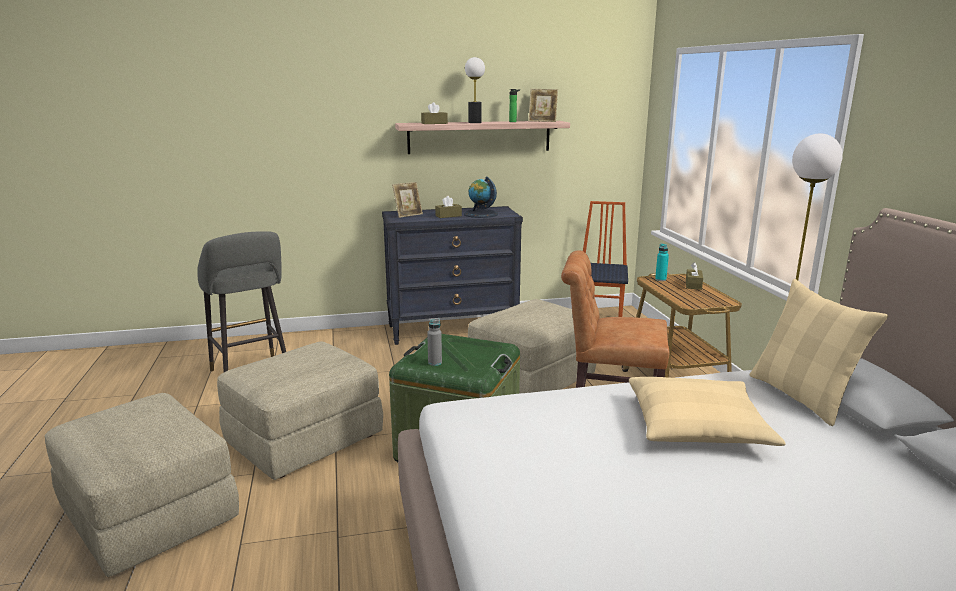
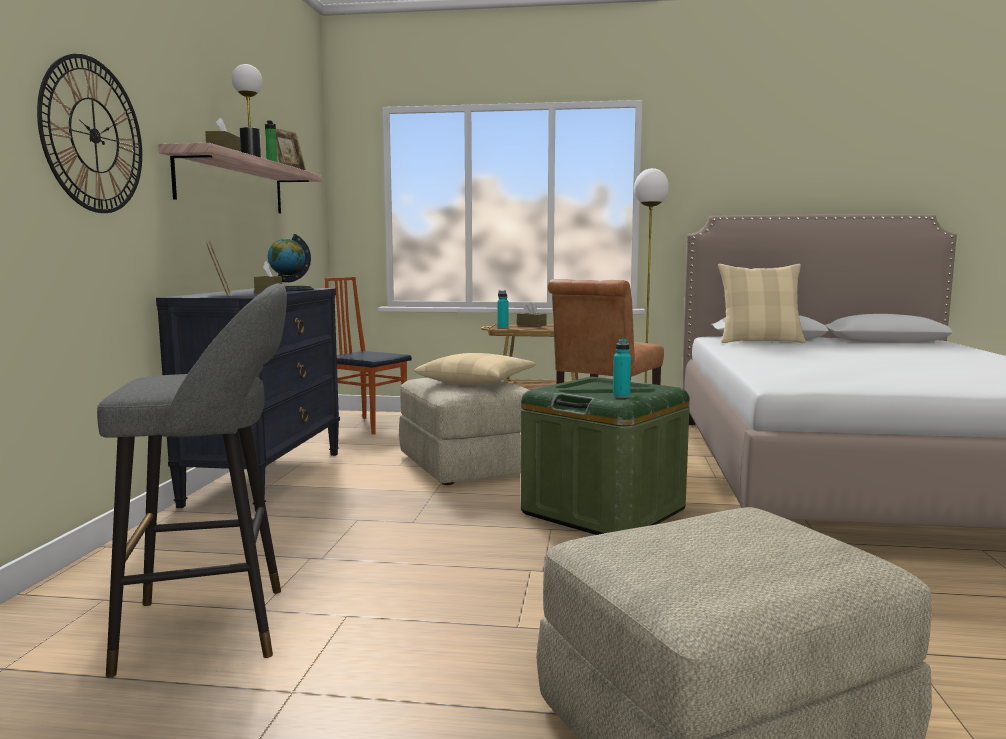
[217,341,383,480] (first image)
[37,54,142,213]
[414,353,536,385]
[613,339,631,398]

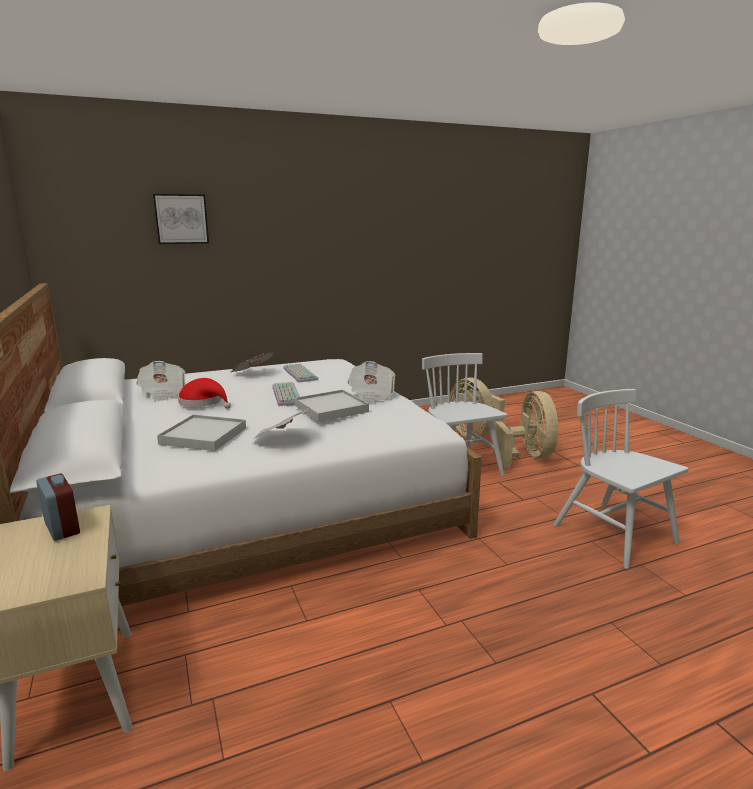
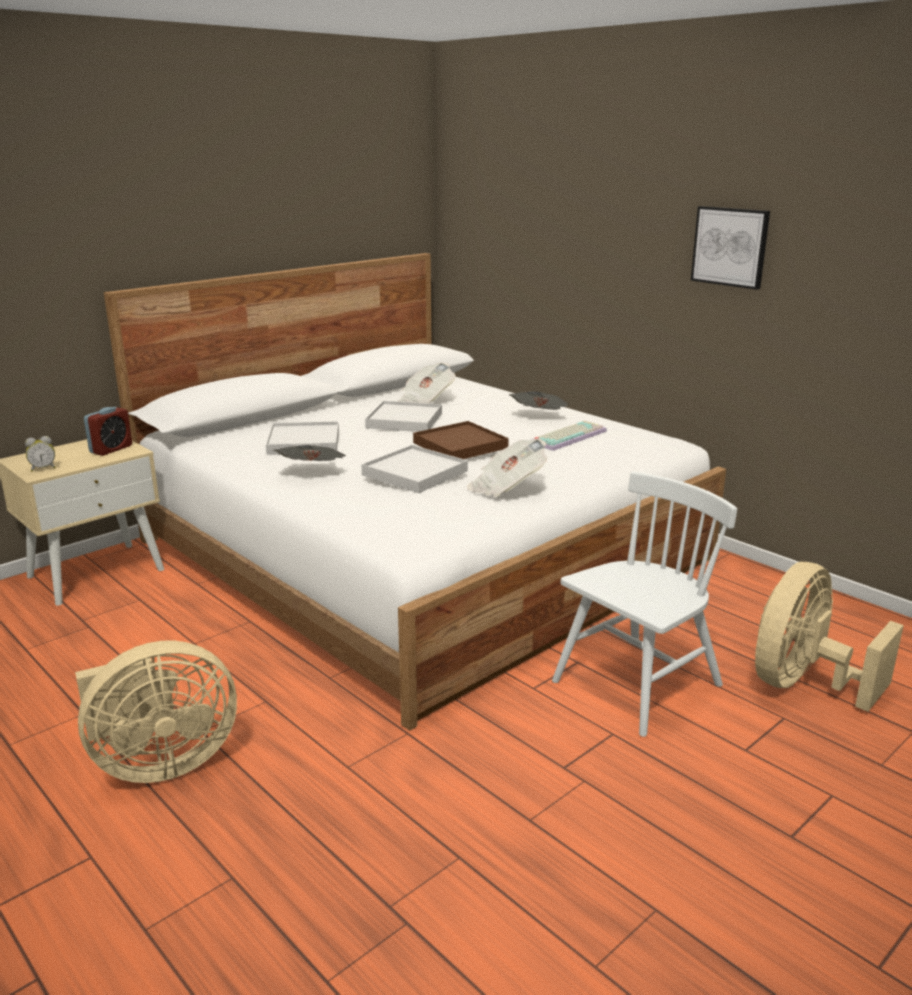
[553,389,689,569] (first image)
[25,436,56,471]
[691,206,770,290]
[75,641,237,783]
[365,401,442,432]
[413,421,509,459]

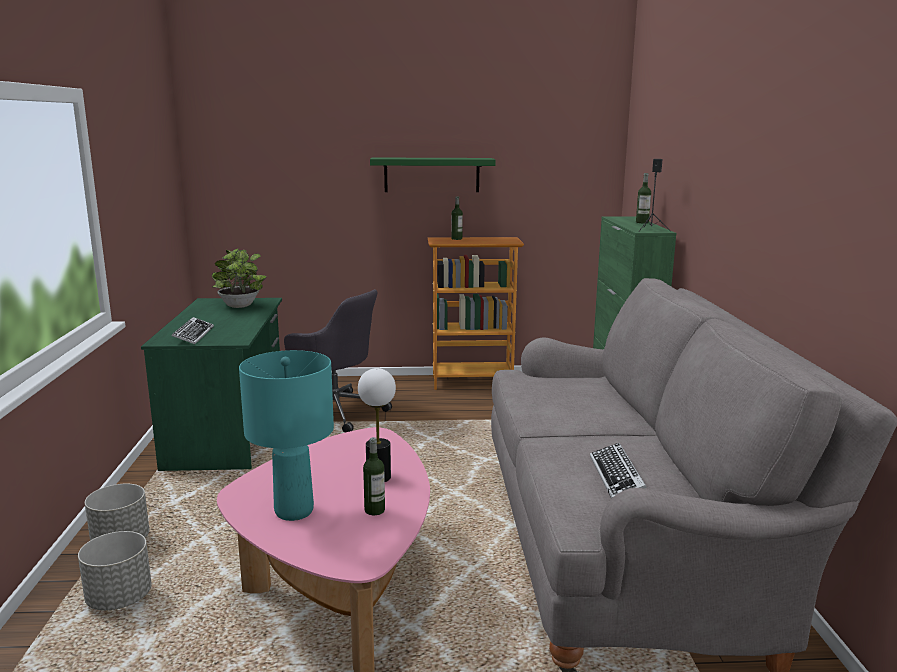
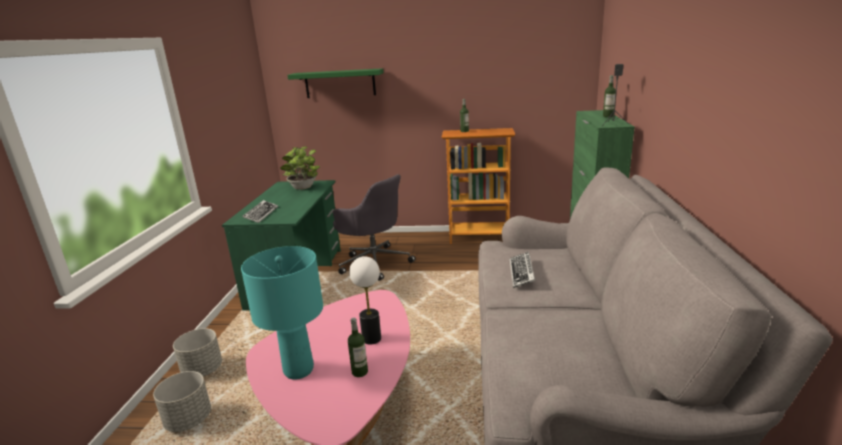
[287,68,384,98]
[510,252,535,288]

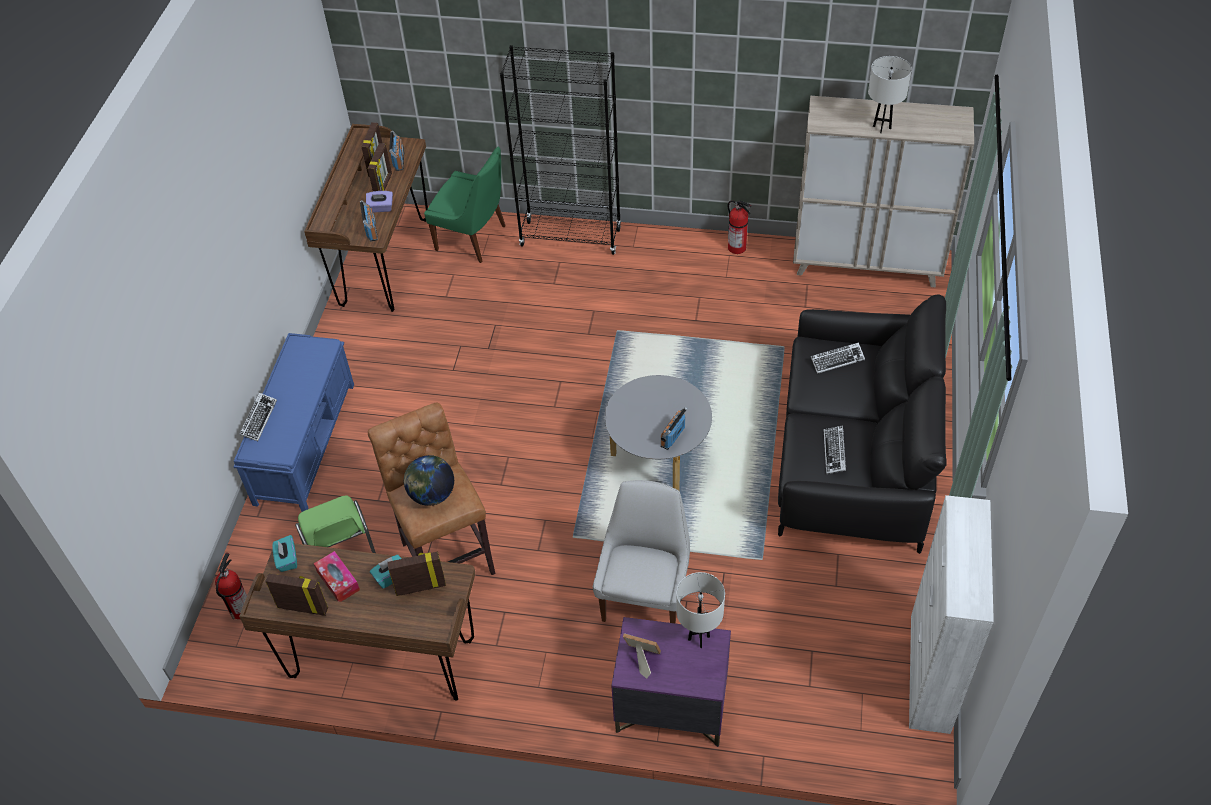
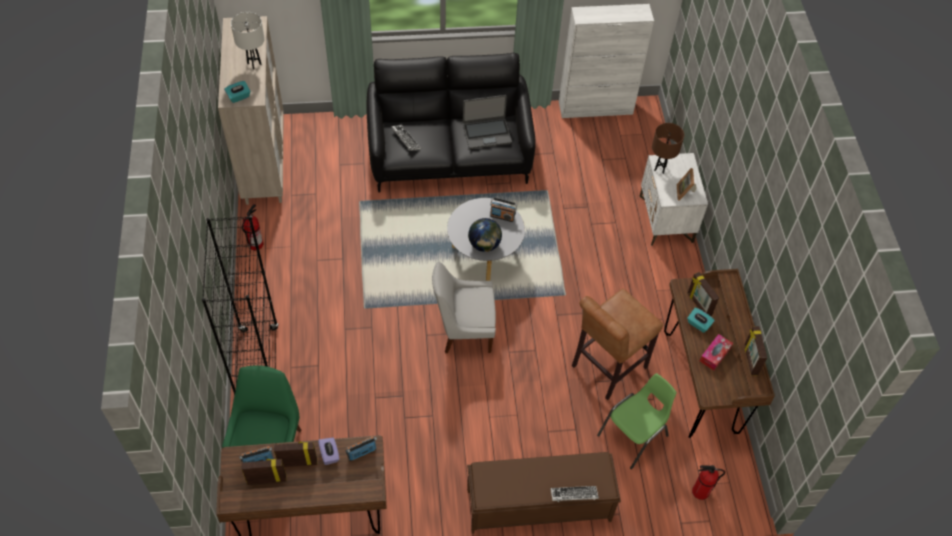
[224,81,250,103]
[468,218,502,252]
[432,261,496,353]
[463,95,512,149]
[467,452,621,534]
[639,153,708,246]
[652,123,684,174]

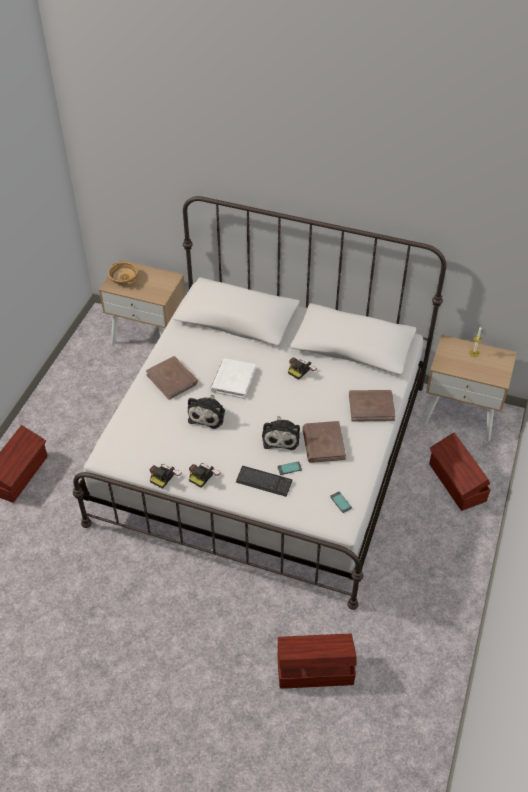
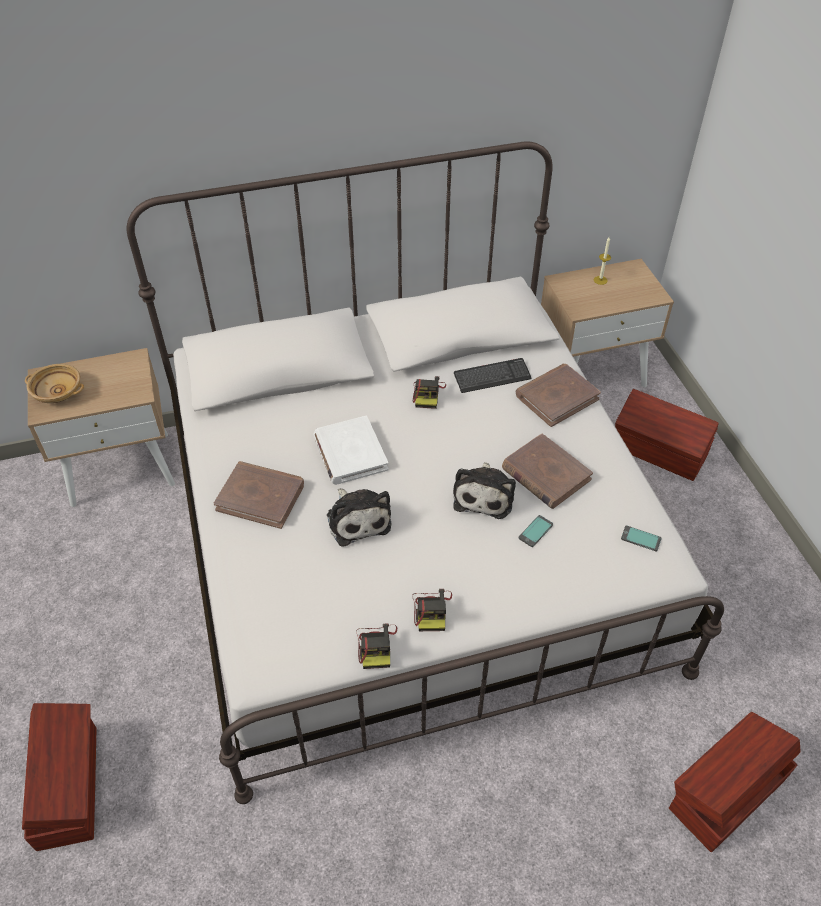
[454,358,532,393]
[453,462,516,519]

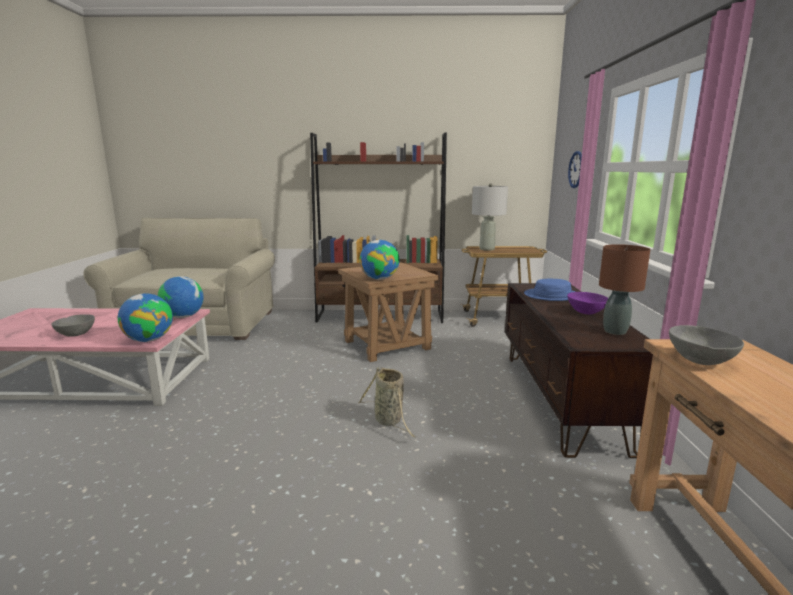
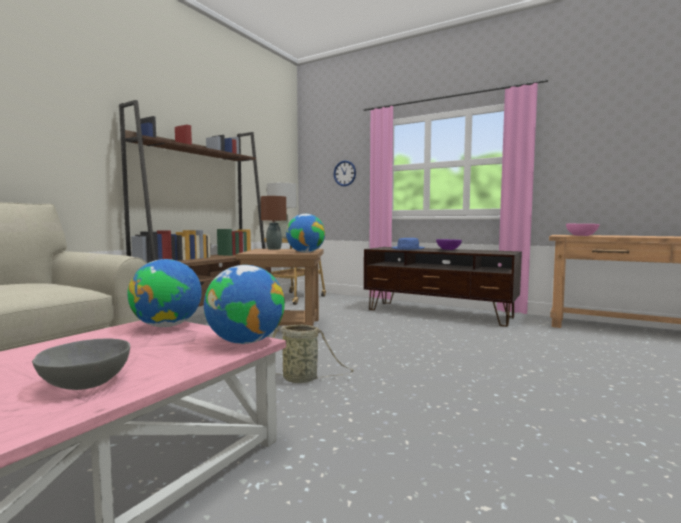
[272,324,354,383]
[261,196,287,250]
[566,224,600,236]

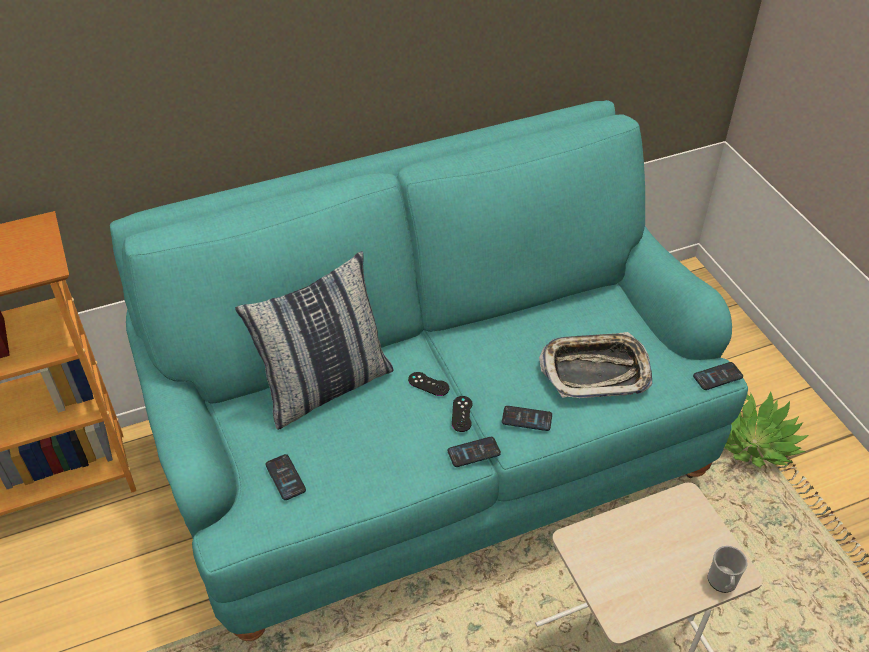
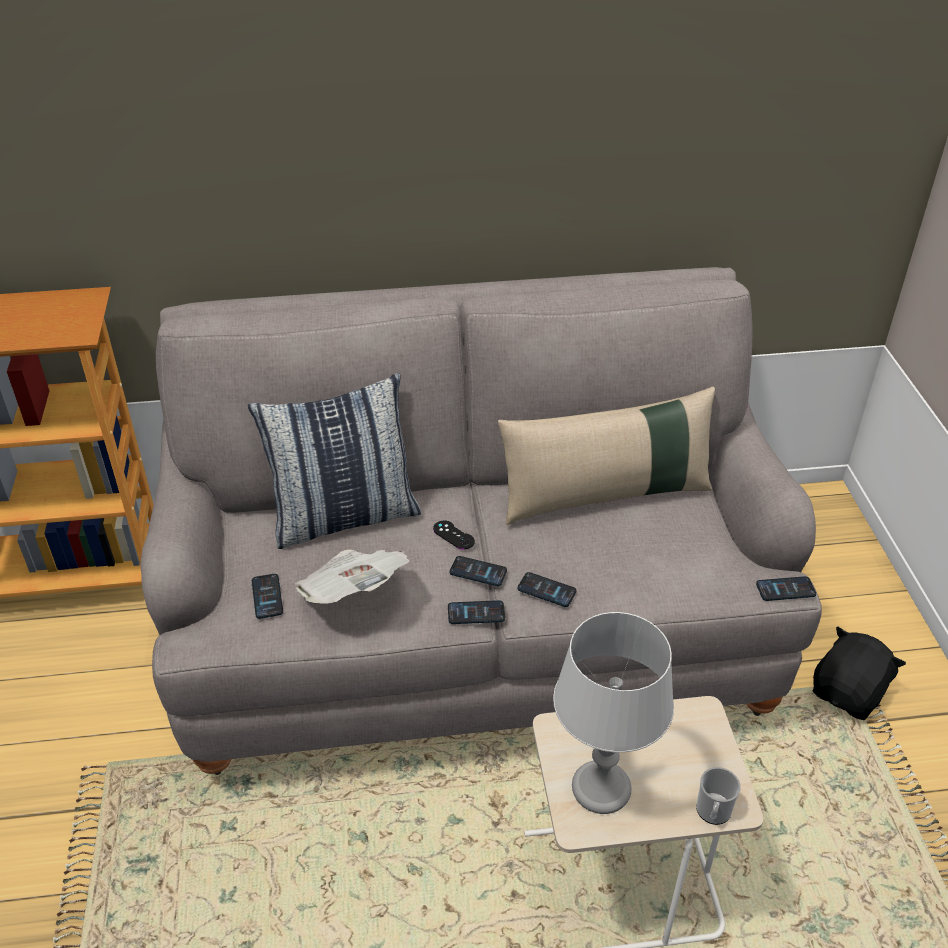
[539,332,652,398] (first image)
[295,549,410,604]
[498,387,715,525]
[553,612,674,814]
[450,556,507,586]
[812,627,906,720]
[141,267,822,775]

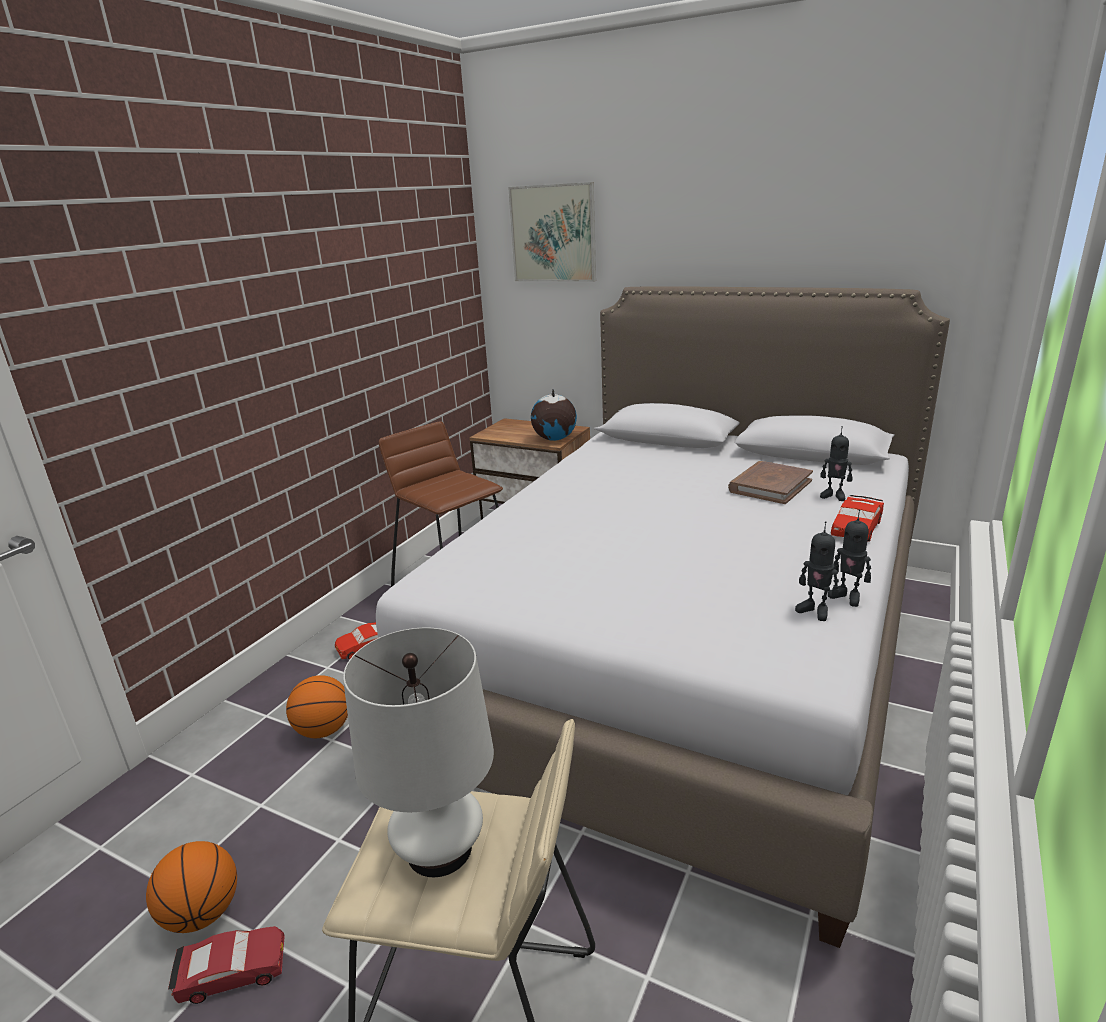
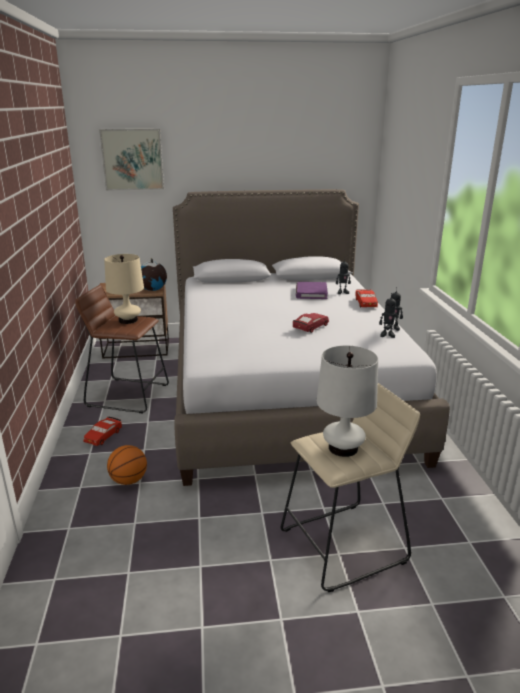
[146,841,237,933] (first image)
[104,254,144,324]
[293,313,329,333]
[296,282,328,299]

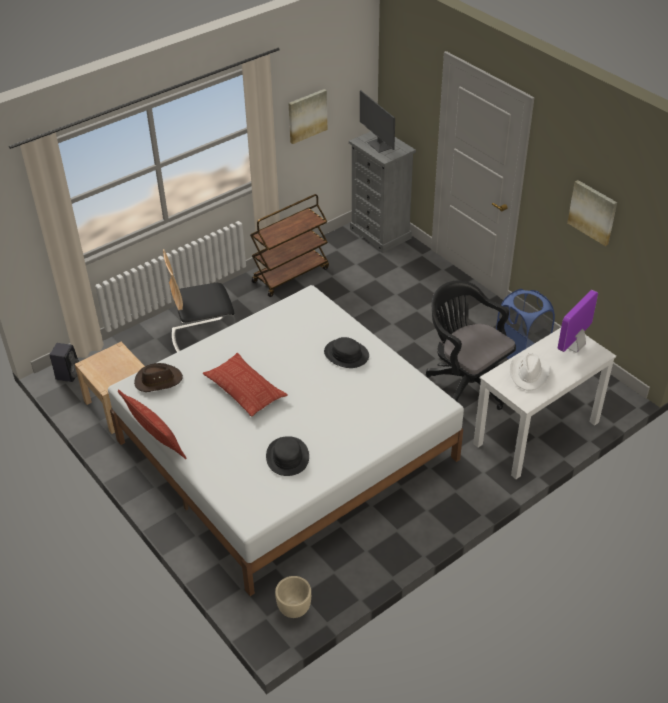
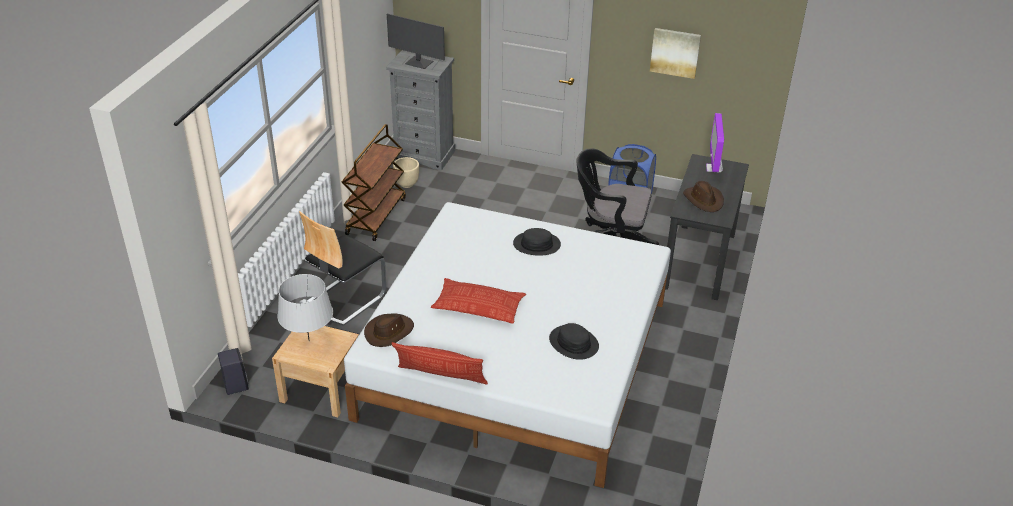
[288,89,327,144] (first image)
[278,274,333,341]
[393,157,419,188]
[665,154,749,301]
[683,181,724,212]

